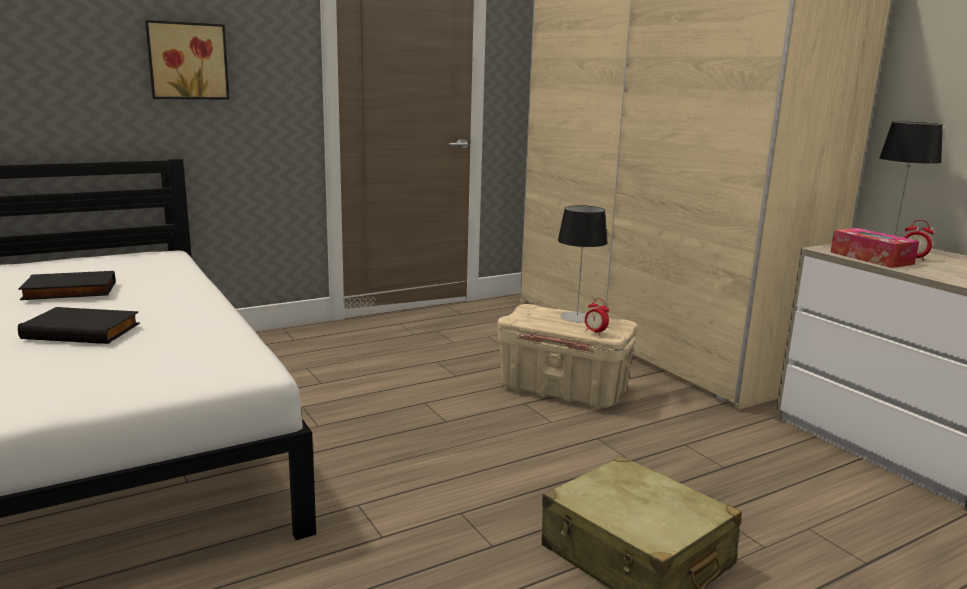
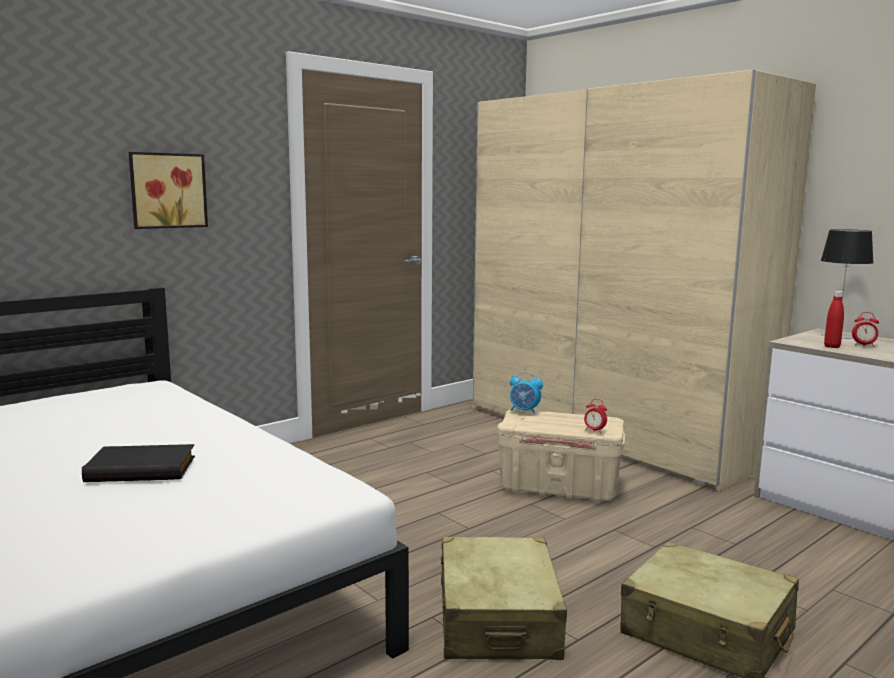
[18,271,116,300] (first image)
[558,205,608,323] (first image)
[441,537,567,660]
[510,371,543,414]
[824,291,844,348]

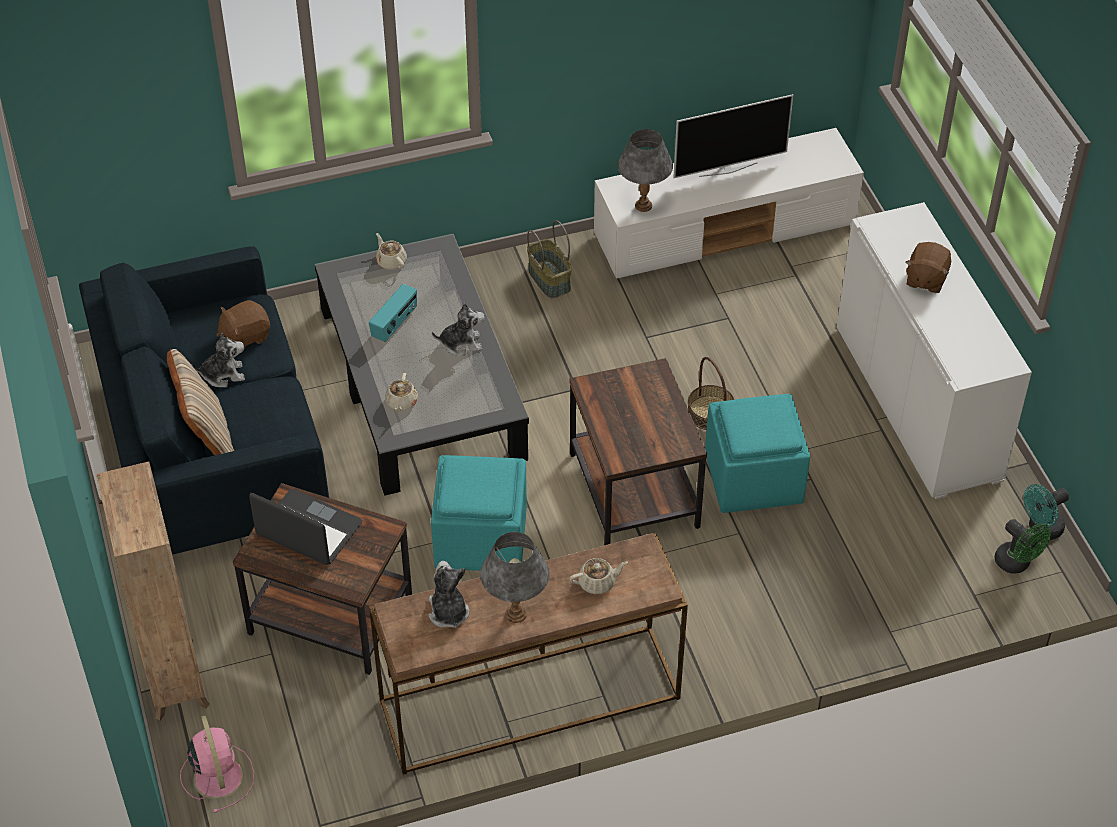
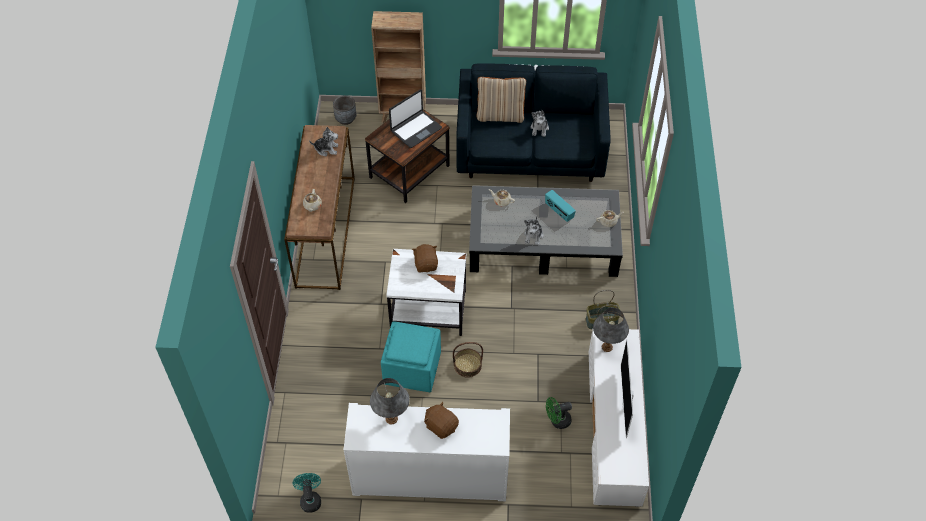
[431,455,527,571] (first image)
[412,244,438,272]
[370,378,410,424]
[546,397,572,429]
[333,95,356,125]
[386,249,466,336]

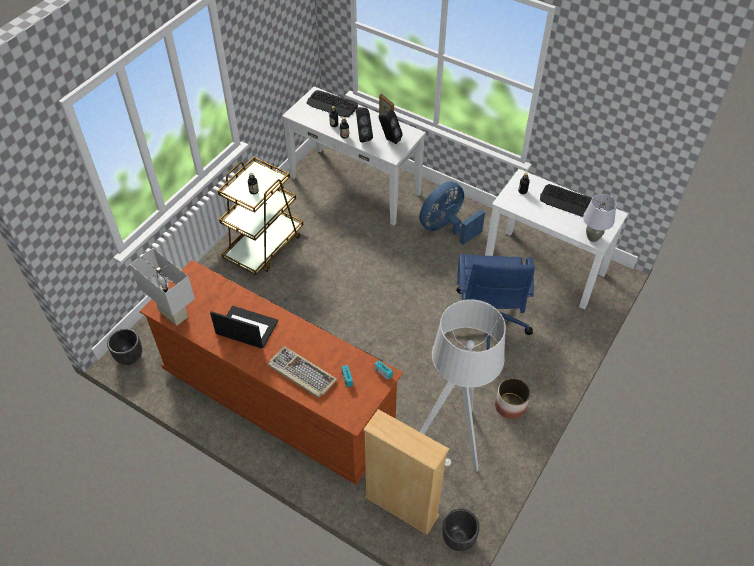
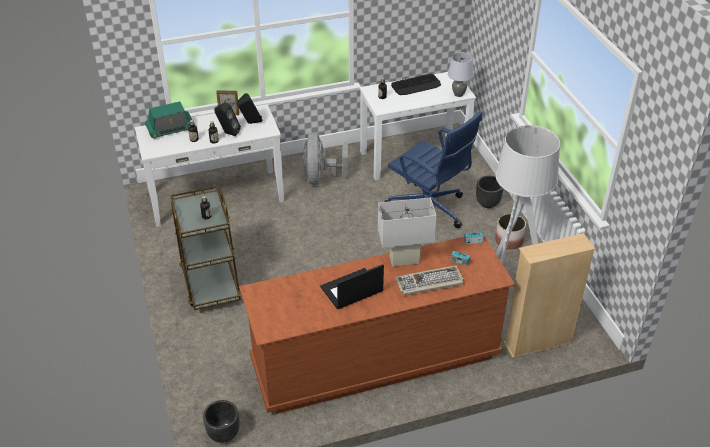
[378,197,437,267]
[476,176,503,208]
[145,102,192,139]
[303,132,348,185]

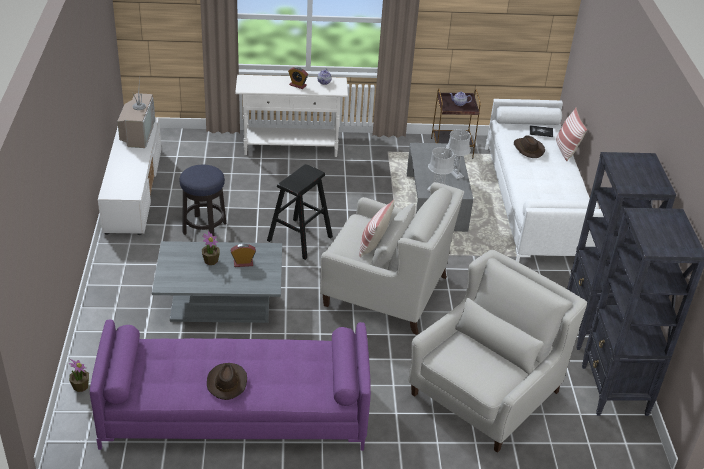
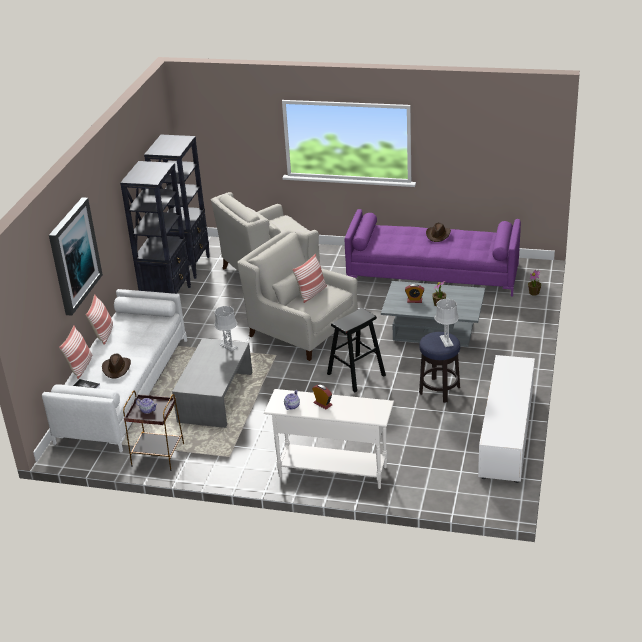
[117,75,155,148] (first image)
[49,197,103,316]
[86,295,113,345]
[435,299,459,347]

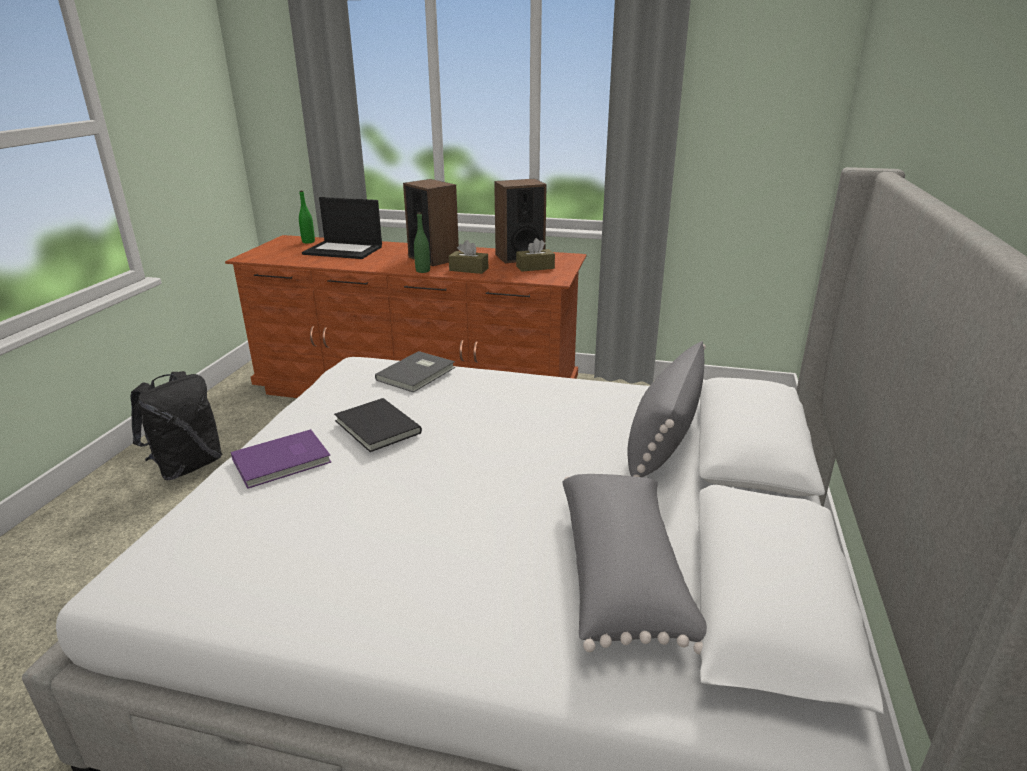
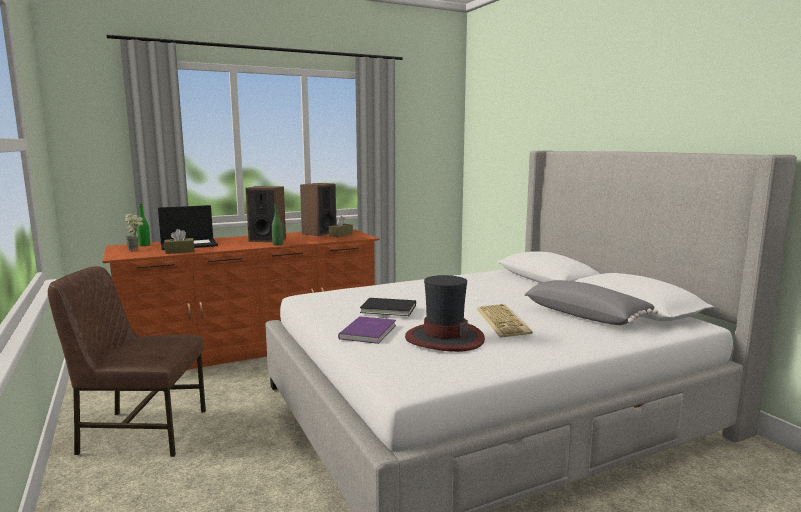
[375,351,455,393] (first image)
[627,341,706,477] (first image)
[125,213,143,250]
[405,275,485,352]
[477,304,533,338]
[164,229,195,254]
[48,266,206,457]

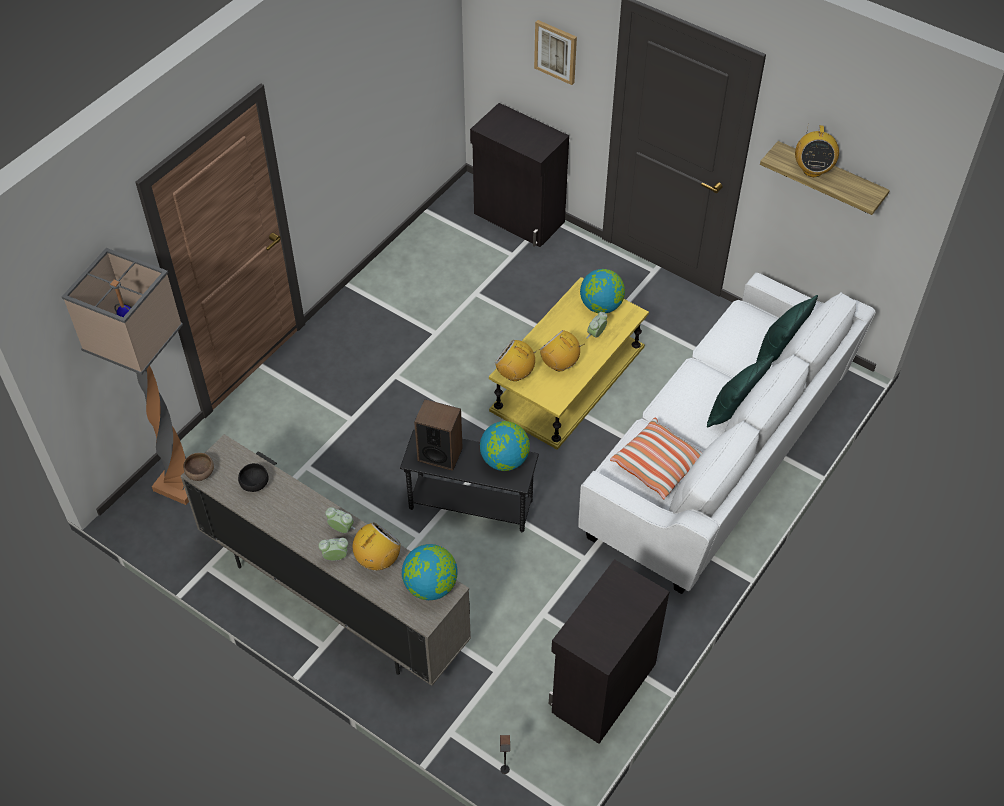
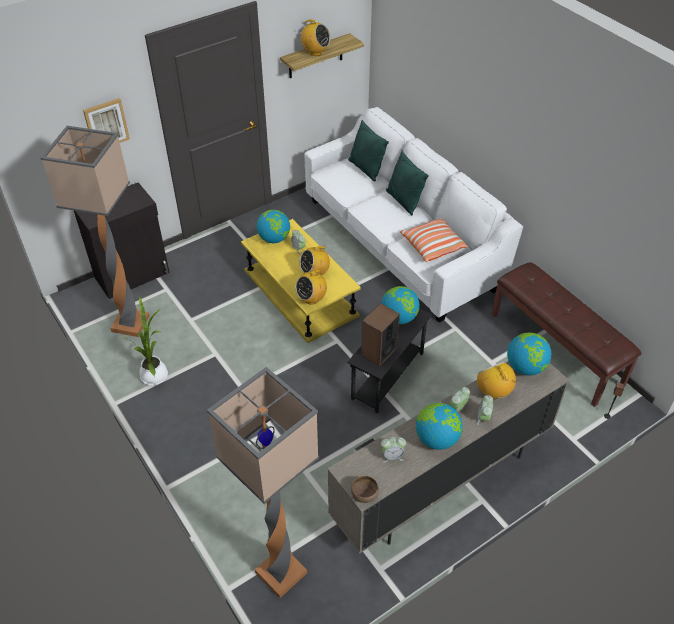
[41,126,150,337]
[125,296,168,385]
[416,403,463,450]
[381,437,406,463]
[491,262,641,407]

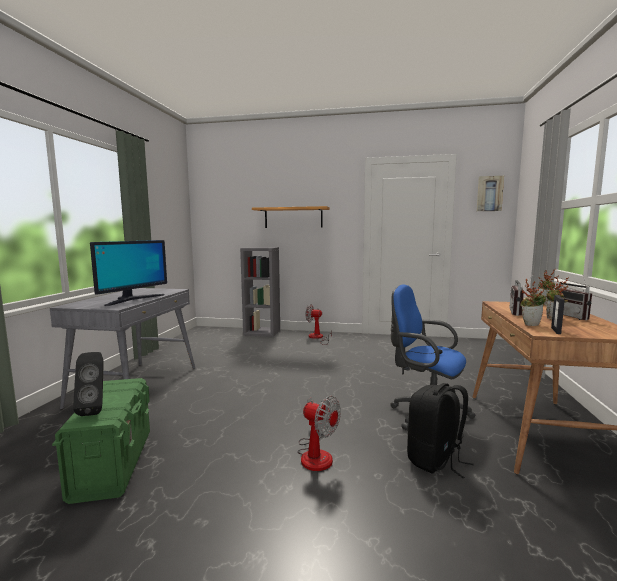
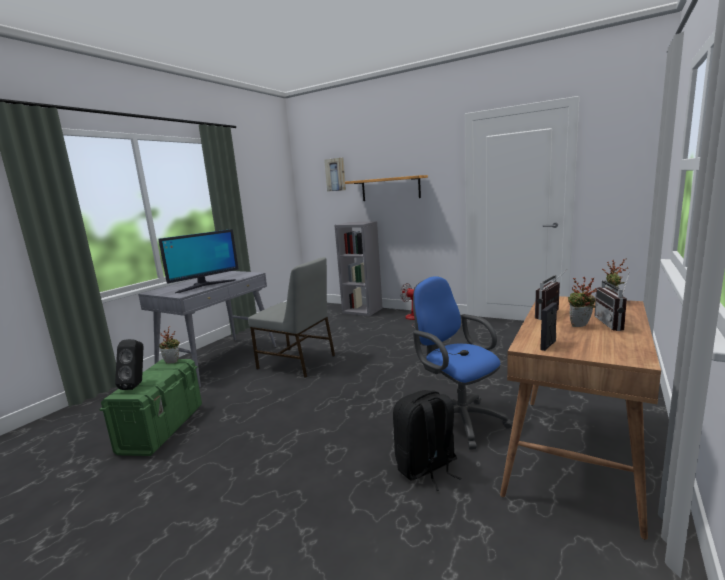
[297,396,341,471] (first image)
[248,257,335,378]
[324,158,346,192]
[159,327,180,364]

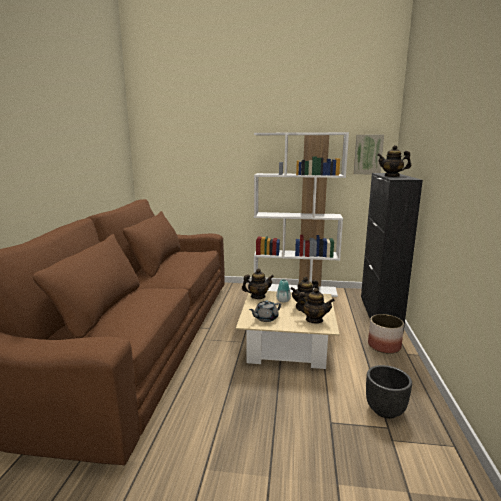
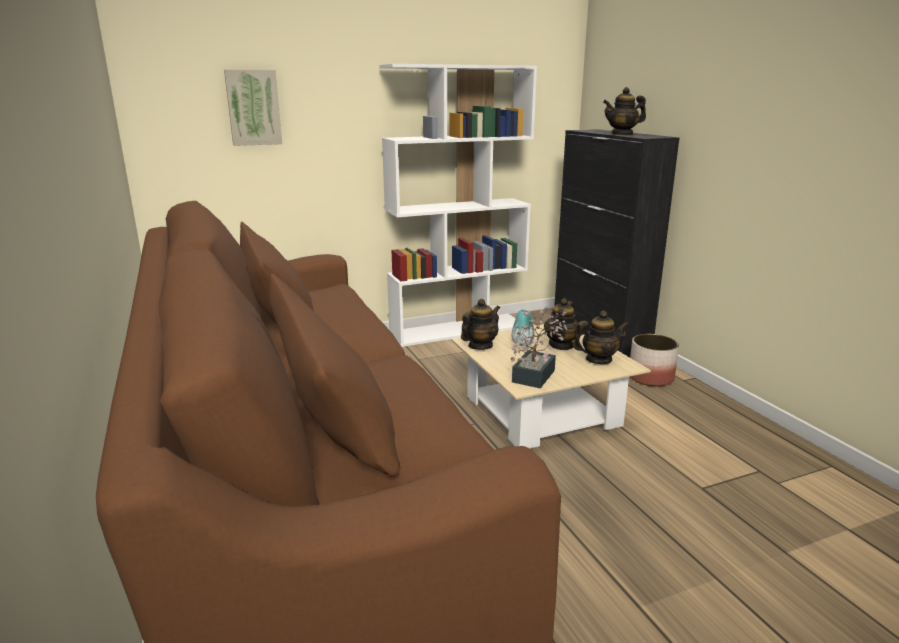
[366,365,412,419] (first image)
[224,70,282,146]
[511,307,568,389]

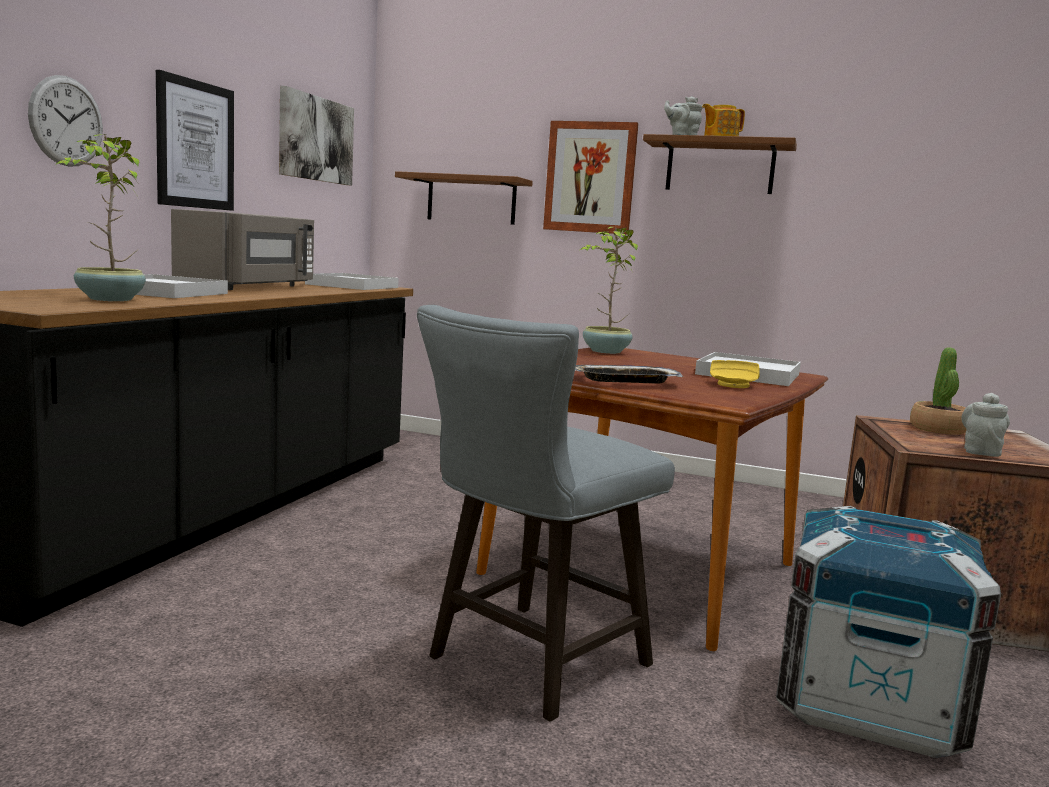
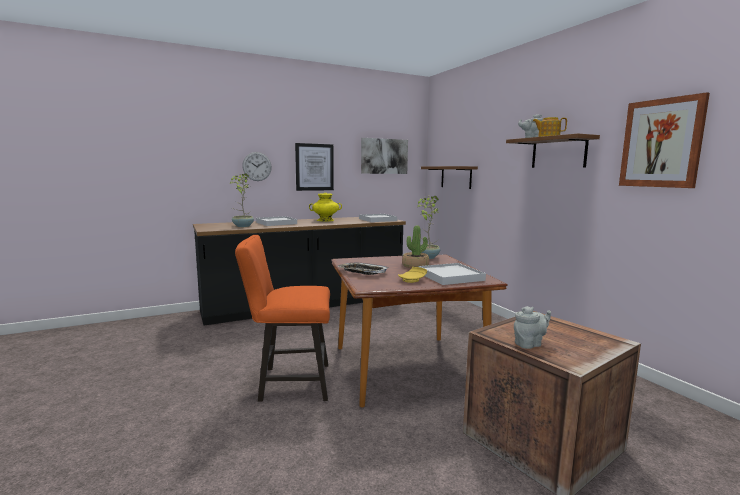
[776,506,1001,758] (first image)
[619,92,710,188]
[402,225,429,268]
[309,193,342,222]
[235,235,330,402]

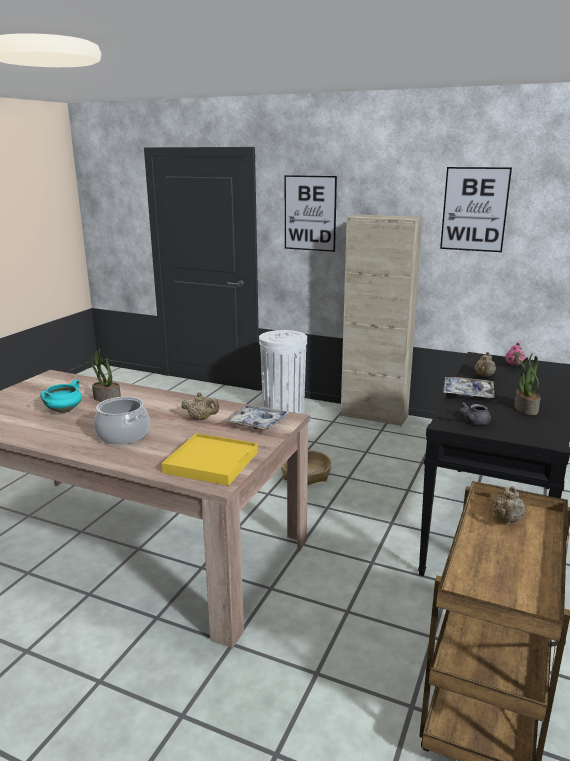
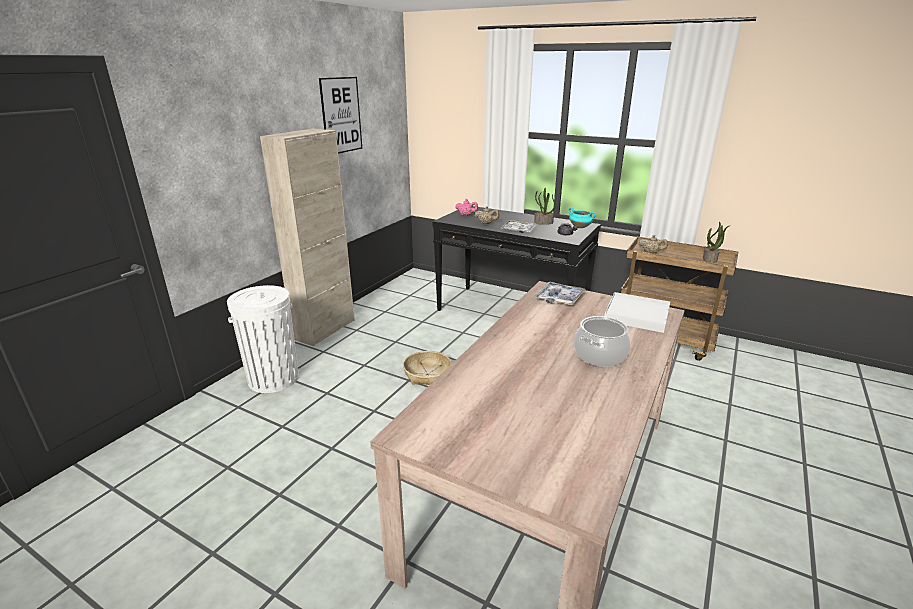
[181,392,219,420] (first image)
[285,175,337,252] (first image)
[568,208,596,228]
[703,222,729,263]
[604,292,670,333]

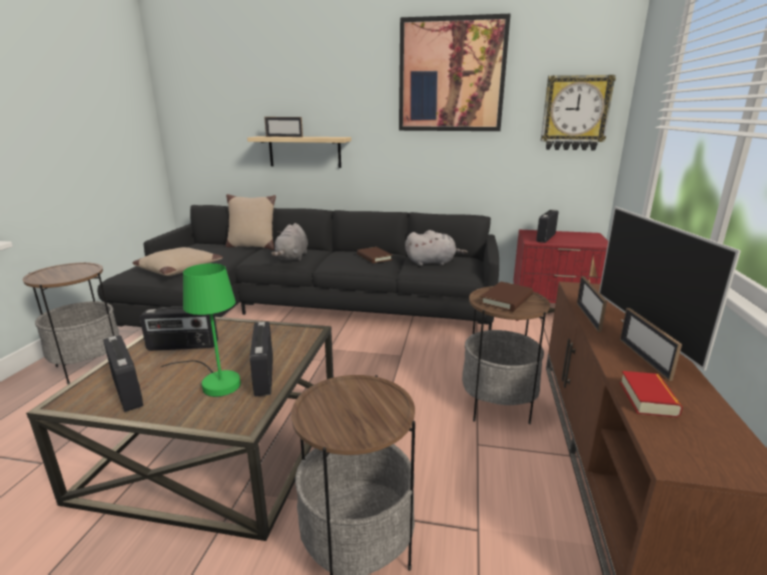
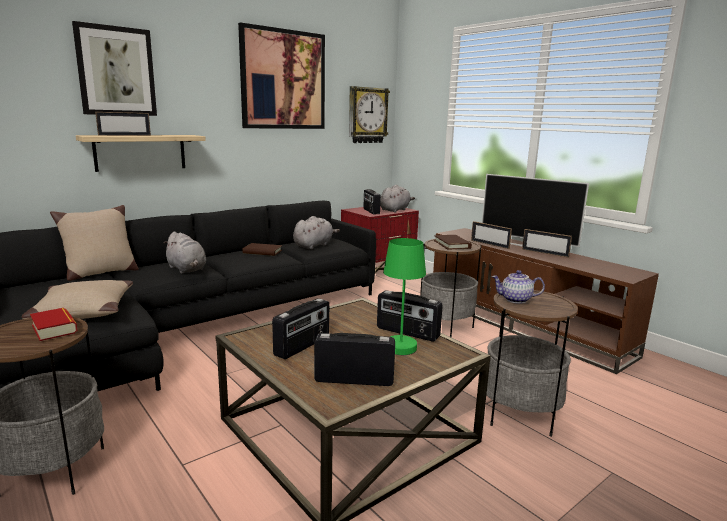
[72,21,157,116]
[380,185,415,213]
[492,270,545,304]
[30,308,77,341]

